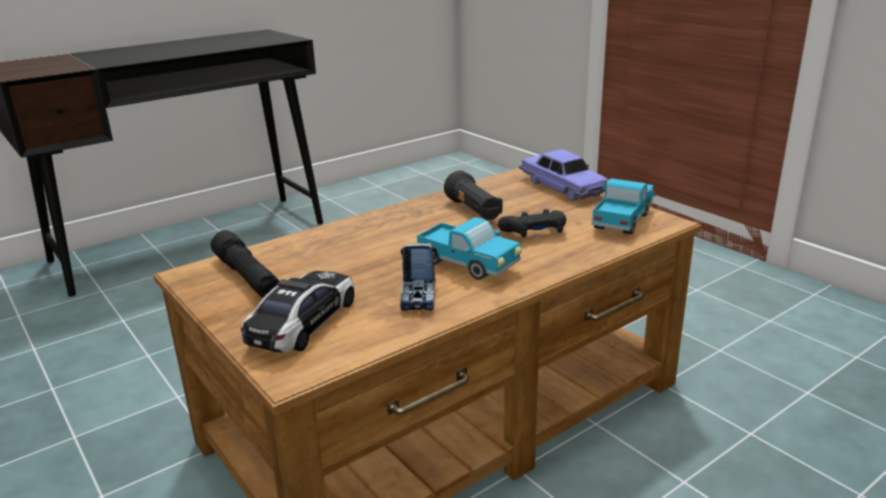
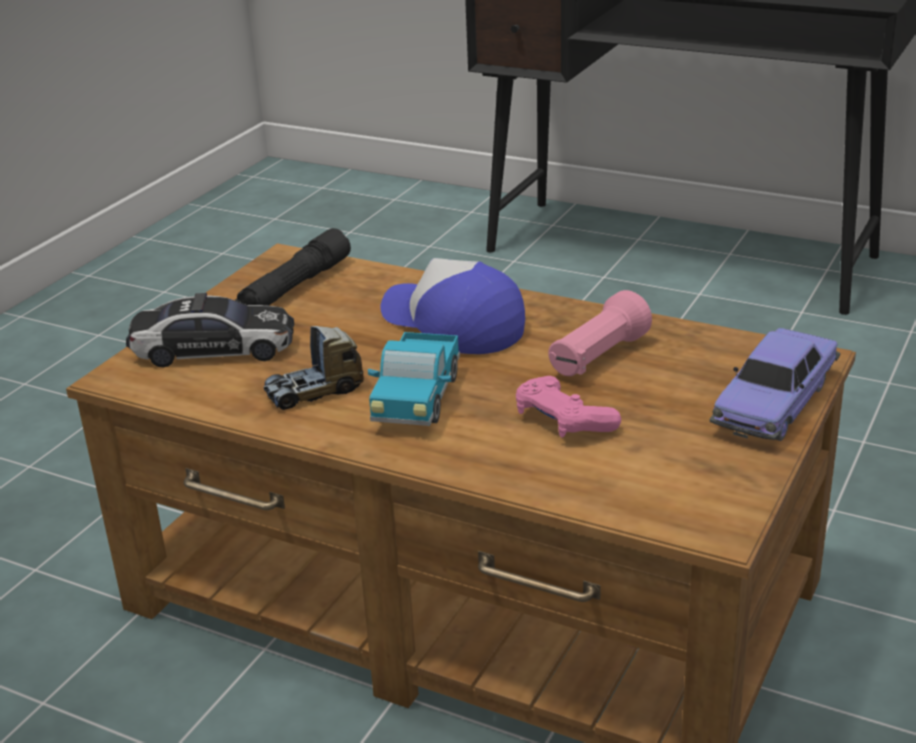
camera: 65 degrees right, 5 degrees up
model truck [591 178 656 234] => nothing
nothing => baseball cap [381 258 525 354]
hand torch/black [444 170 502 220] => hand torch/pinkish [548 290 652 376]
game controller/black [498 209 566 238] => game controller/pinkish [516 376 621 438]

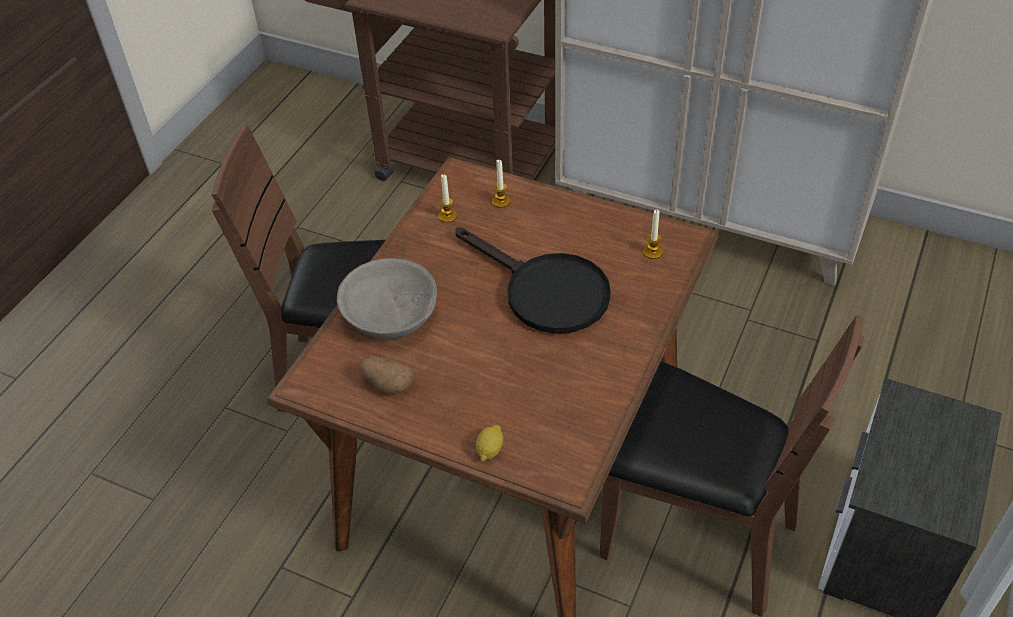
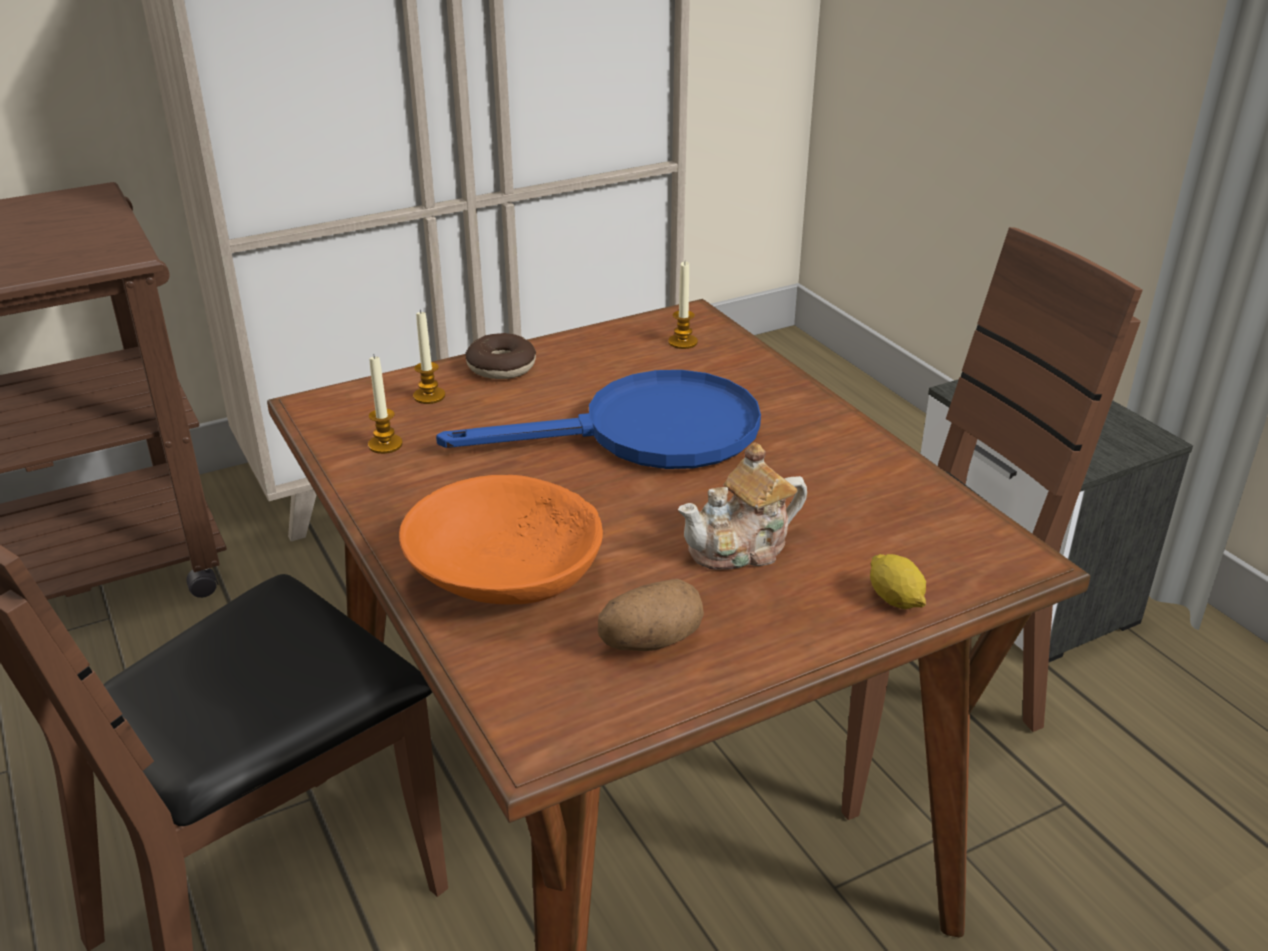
camera: 55 degrees left, 15 degrees down
nothing => donut [465 333 536 379]
nothing => teapot [678 442 807 570]
deep dish/gray [337 258 437 339] => deep dish/orange-coloured [399 475 603 604]
pan/black [456 228 611 334] => pan/blue [436 370 761 469]

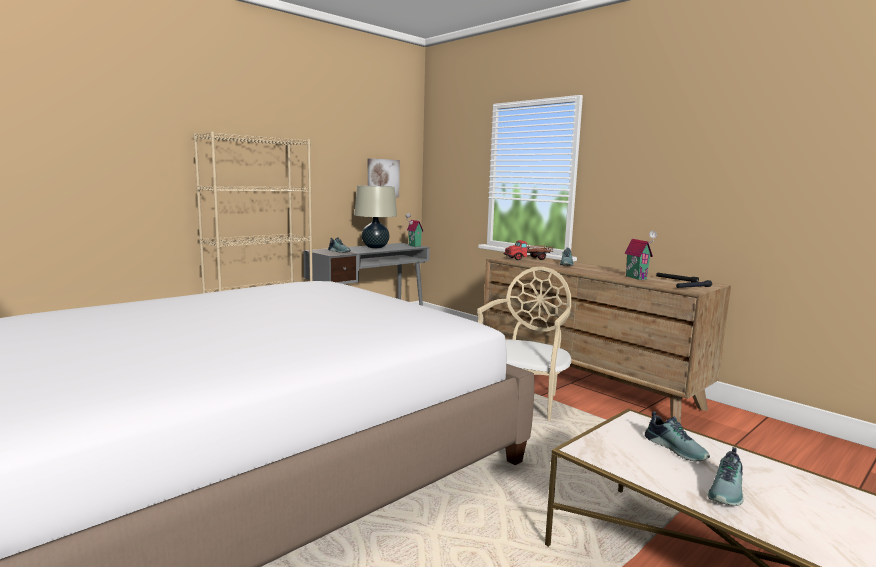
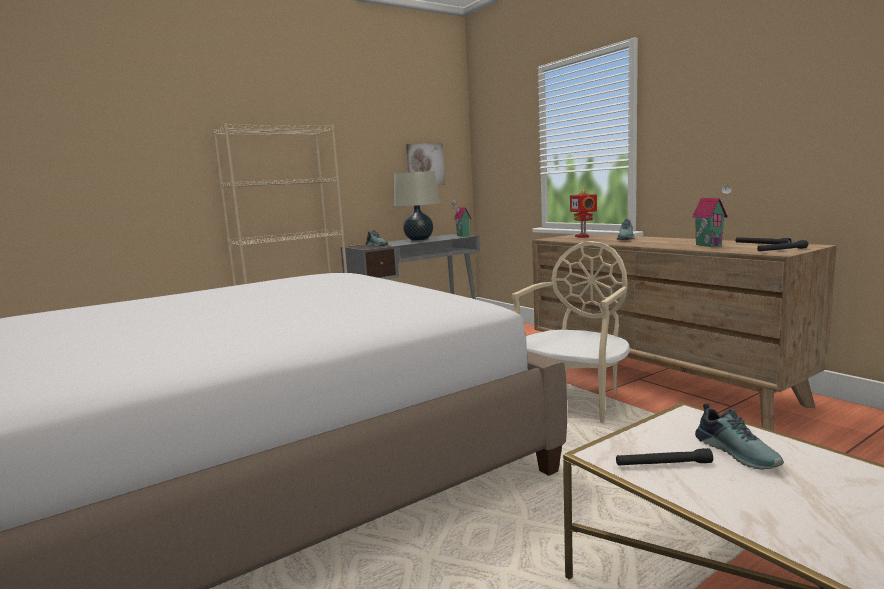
camera: 10 degrees right, 0 degrees up
low shoe [708 447 744 506] => nothing
nothing => hand torch/black [616 448 713 466]
model truck [504 240 553 260] => robot figure [570 190 597 238]

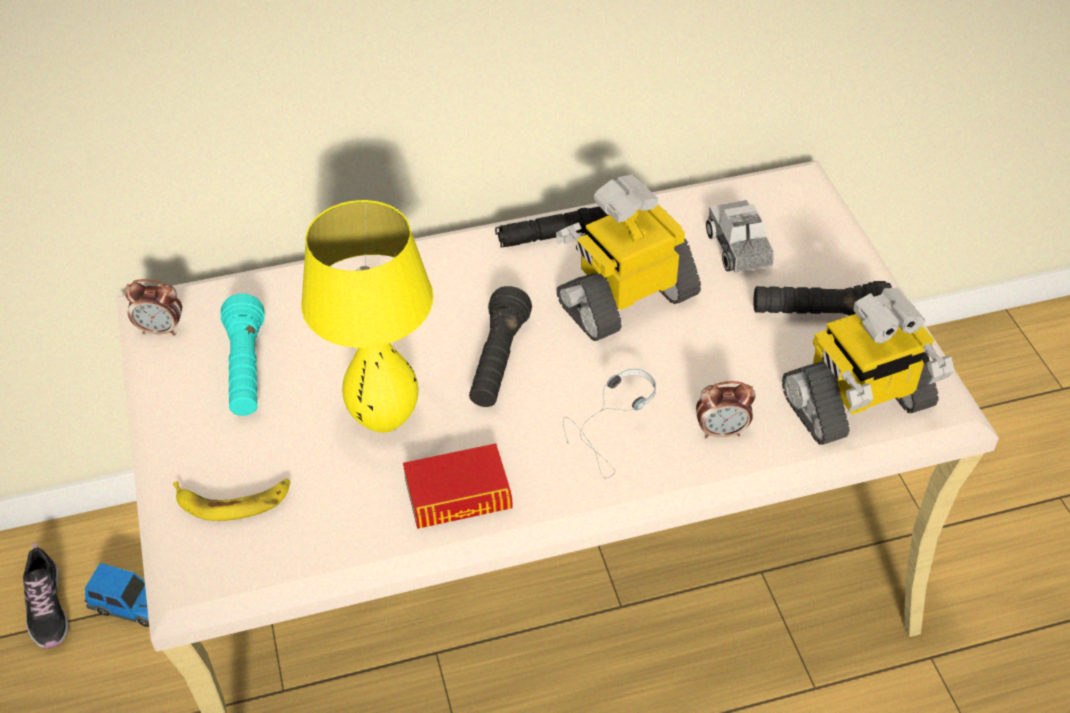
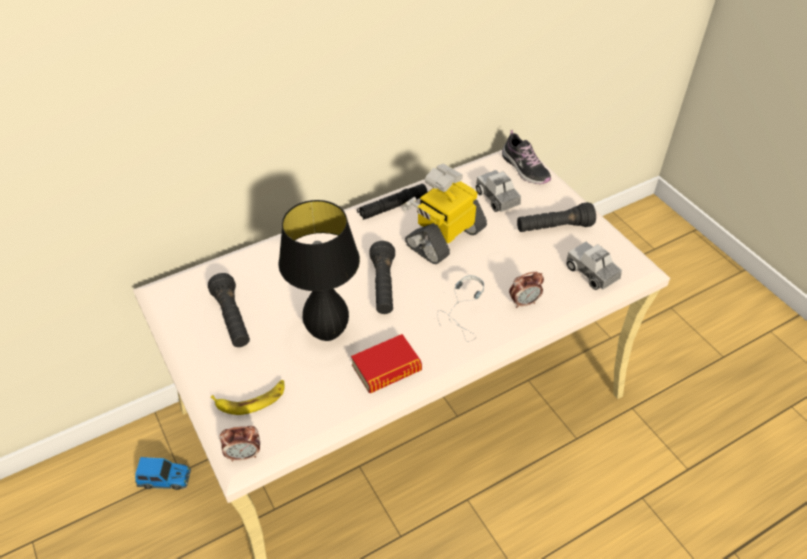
camera: 15 degrees left, 0 degrees up
low shoe [23 543 69 648] => low shoe [502 130 551 184], moved
table clock [125 279 182 336] => table clock [219 426 260 461], moved
robot figure [782 288 954 445] => model truck [566 242 622 290]
hand torch/turquoise-coloured [221 294 264 416] => hand torch/black [208 273 250 347]
table lamp/yellow-coloured [301 200 433 433] => table lamp/black [278 200 360 341]

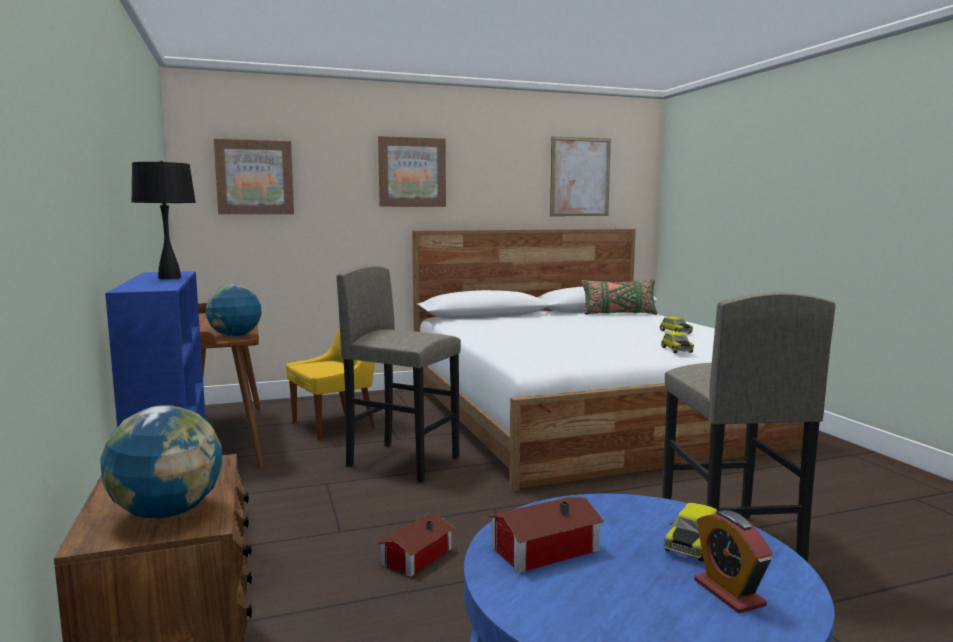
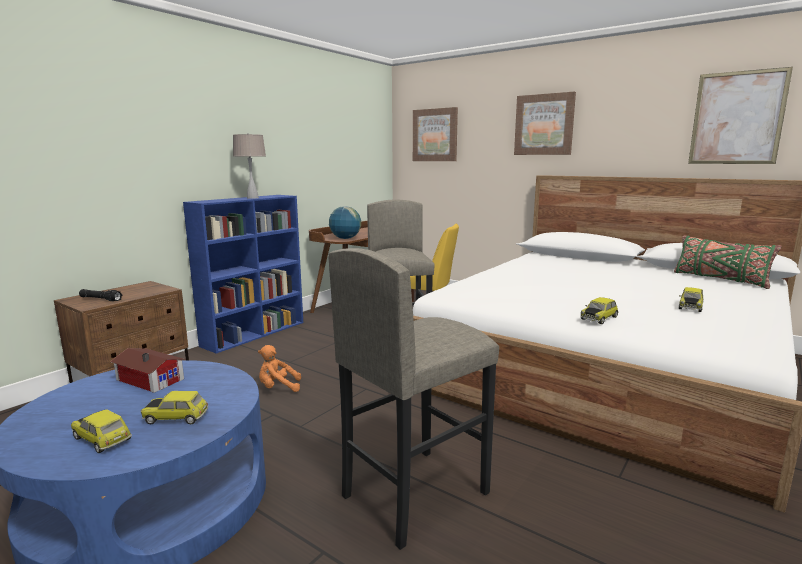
camera: 55 degrees right, 5 degrees up
world globe [100 405 222 518] => hand torch/black [79 289 122 301]
toy house [378 515 454 577] => soft toy/orange-coloured [258 345 301 392]
table clock [694 510 773 613] => toy car [71 409 132 453]
table lamp/black [131 160 196 279] => table lamp/beige [233 133 266 199]

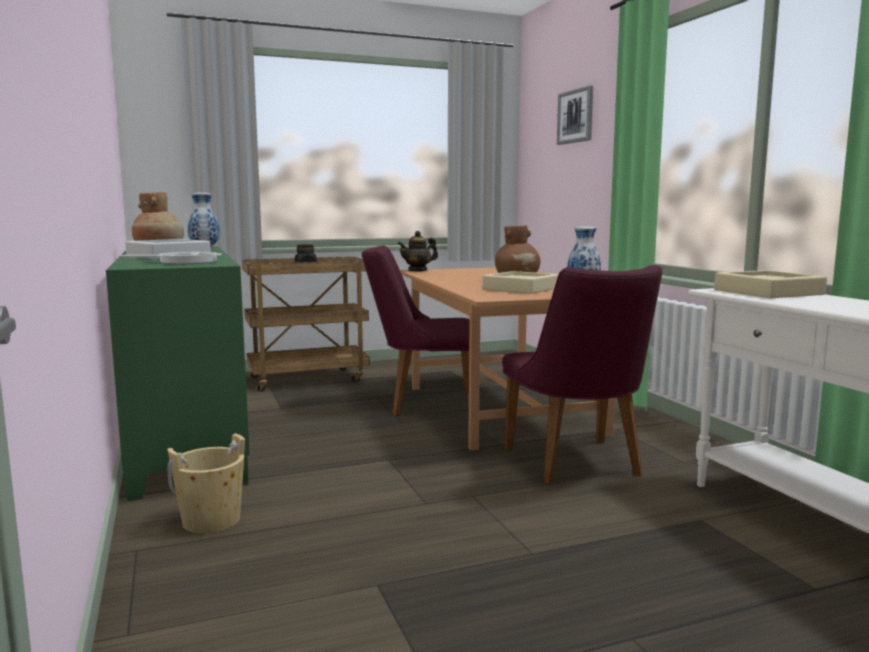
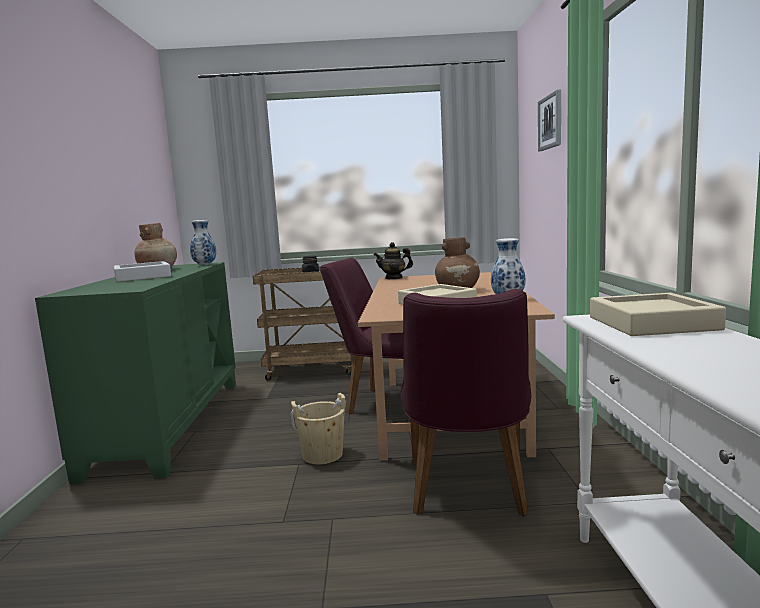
camera: 20 degrees right, 0 degrees up
pan [119 252 221 264] => nothing
water bucket/beige [167 433 245 534] => water bucket/beige [291 393 346 464], moved

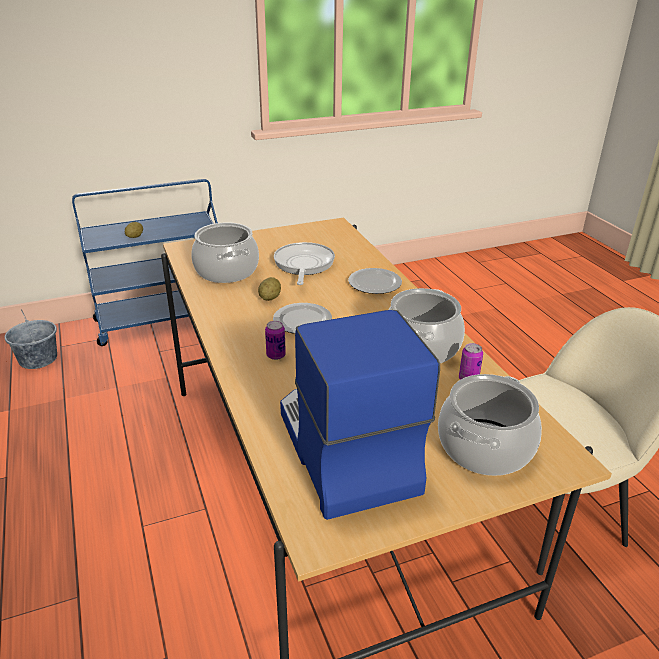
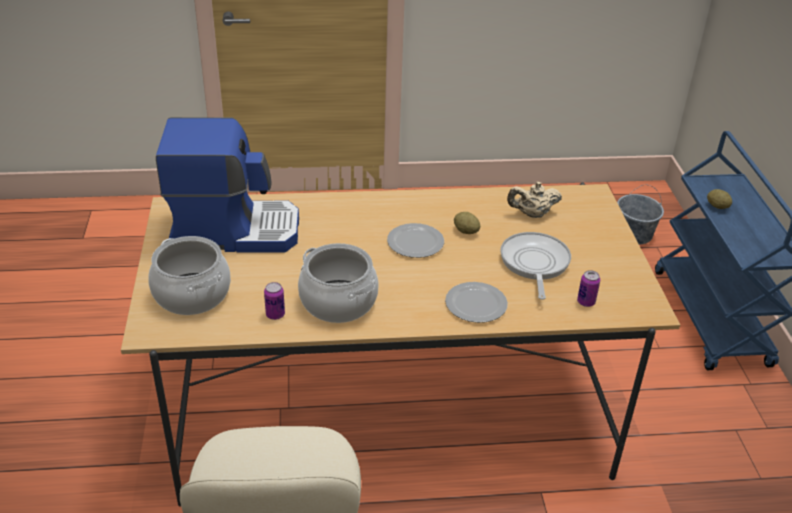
camera: 105 degrees right, 5 degrees up
sealed can [265 321 286 360] => sealed can [577 270 600 307], moved
cooking pot [191 222 259 283] => teapot/beige [507 182 562 218]
pan [274 242 335 285] => pan [500 232 571 300], 105 degrees counterclockwise

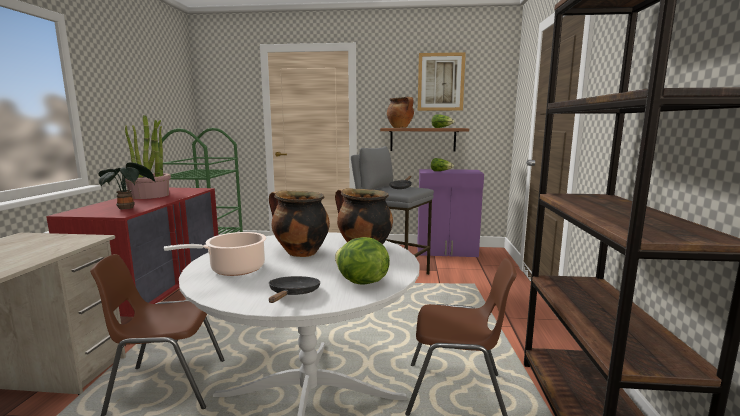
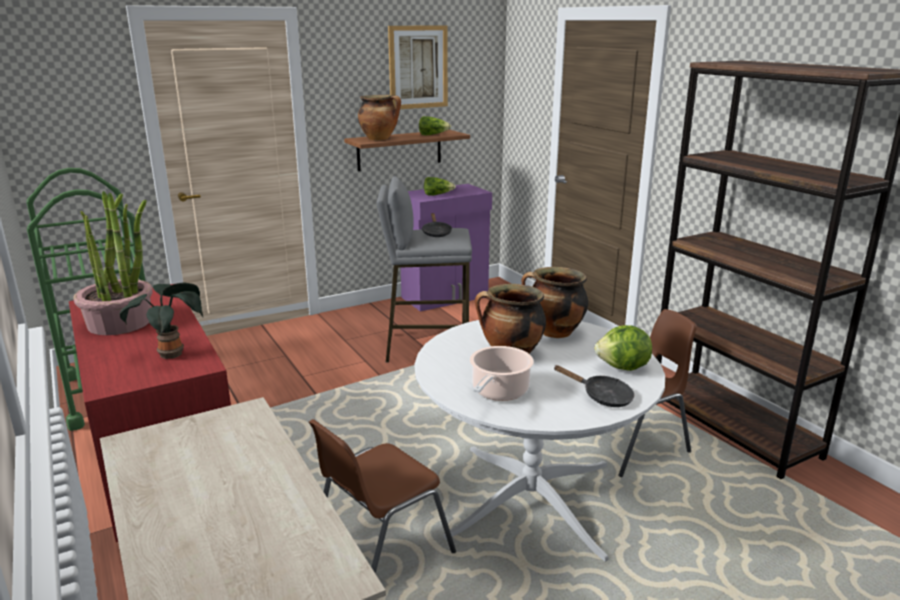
camera: 35 degrees left, 10 degrees up
pan/black [269 276 320 303] => pan/black [554 365 634 407], 150 degrees clockwise

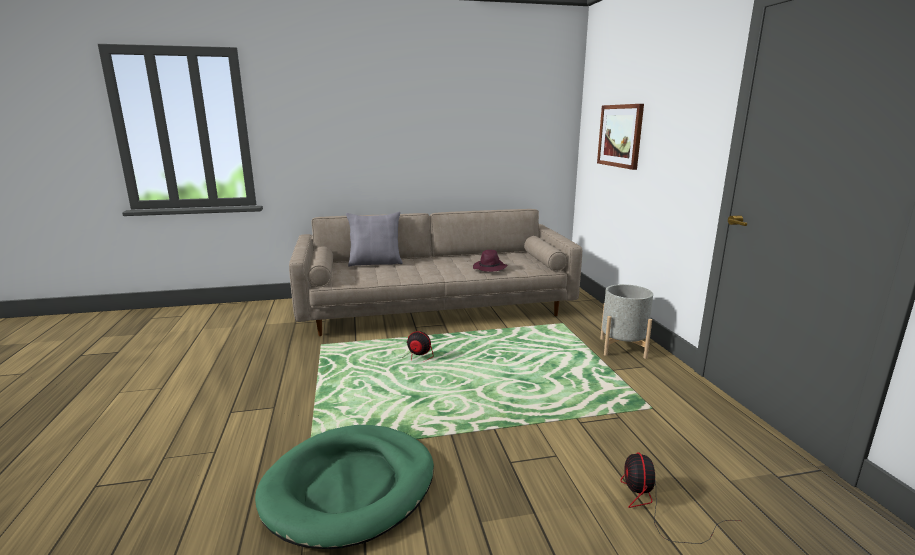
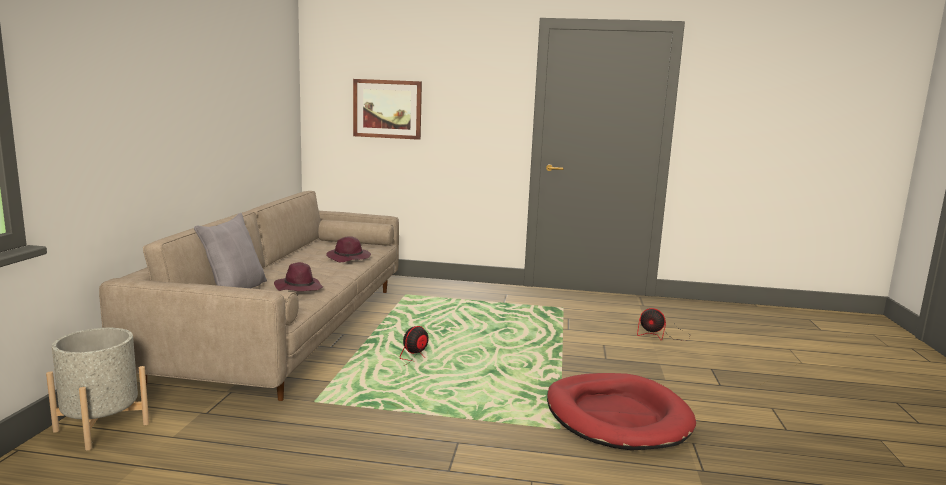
camera: 70 degrees left, 5 degrees down
nothing => hat/purple [274 262 323 291]
flower pot/gray [600 284 653 359] => flower pot/gray [46 328 149 451], moved
dog bed/greenish [255 425 434 549] => dog bed/red-coloured [547 373 696 450]

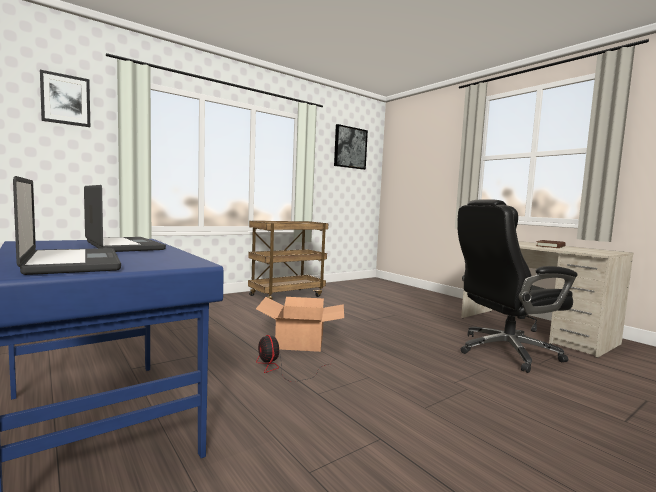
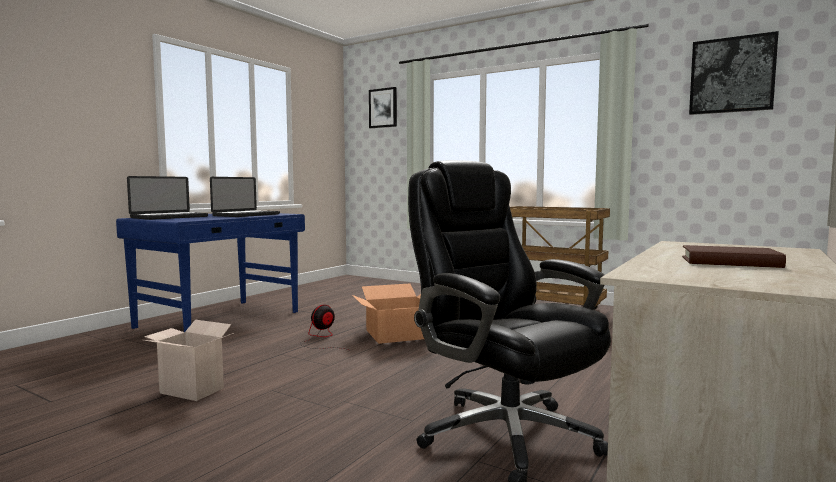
camera: 70 degrees right, 0 degrees up
nothing => cardboard box [144 320 234 401]

